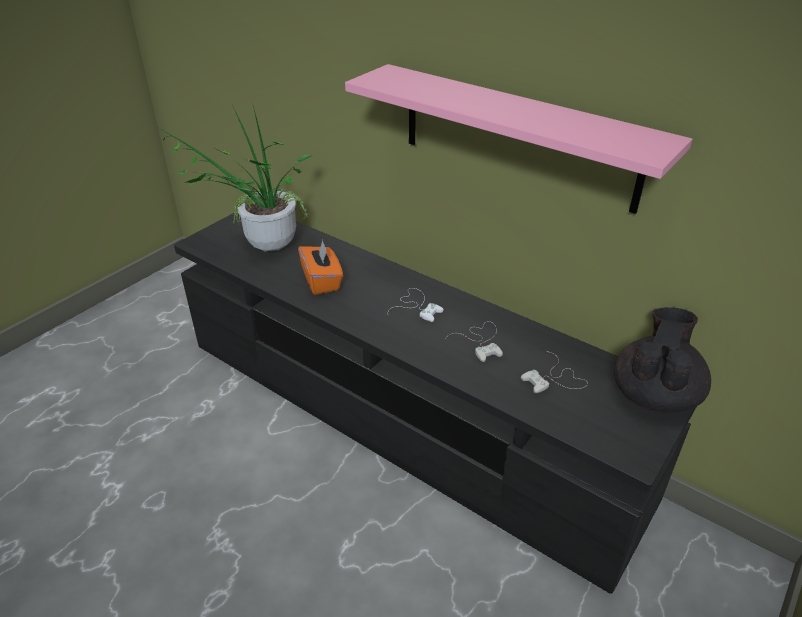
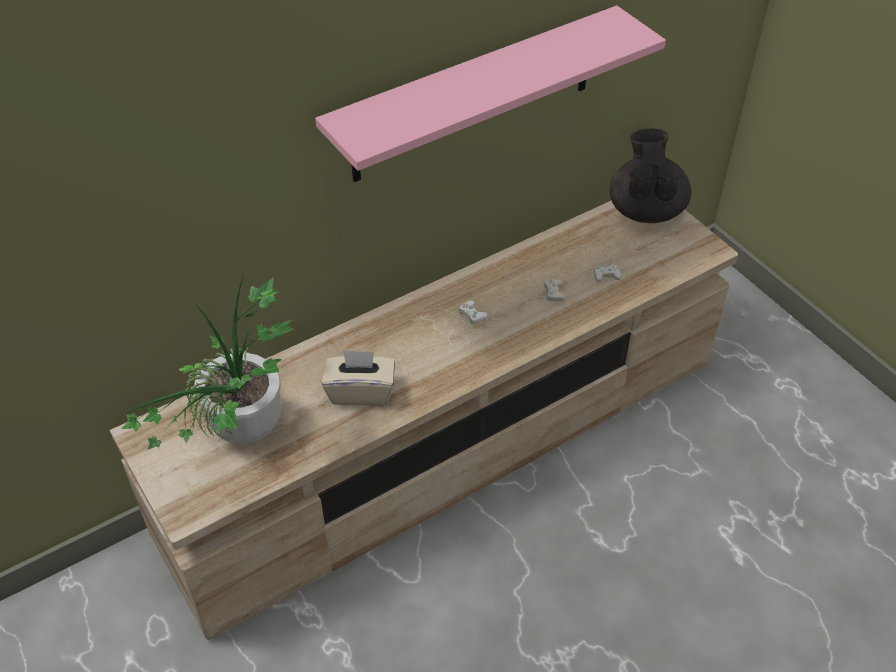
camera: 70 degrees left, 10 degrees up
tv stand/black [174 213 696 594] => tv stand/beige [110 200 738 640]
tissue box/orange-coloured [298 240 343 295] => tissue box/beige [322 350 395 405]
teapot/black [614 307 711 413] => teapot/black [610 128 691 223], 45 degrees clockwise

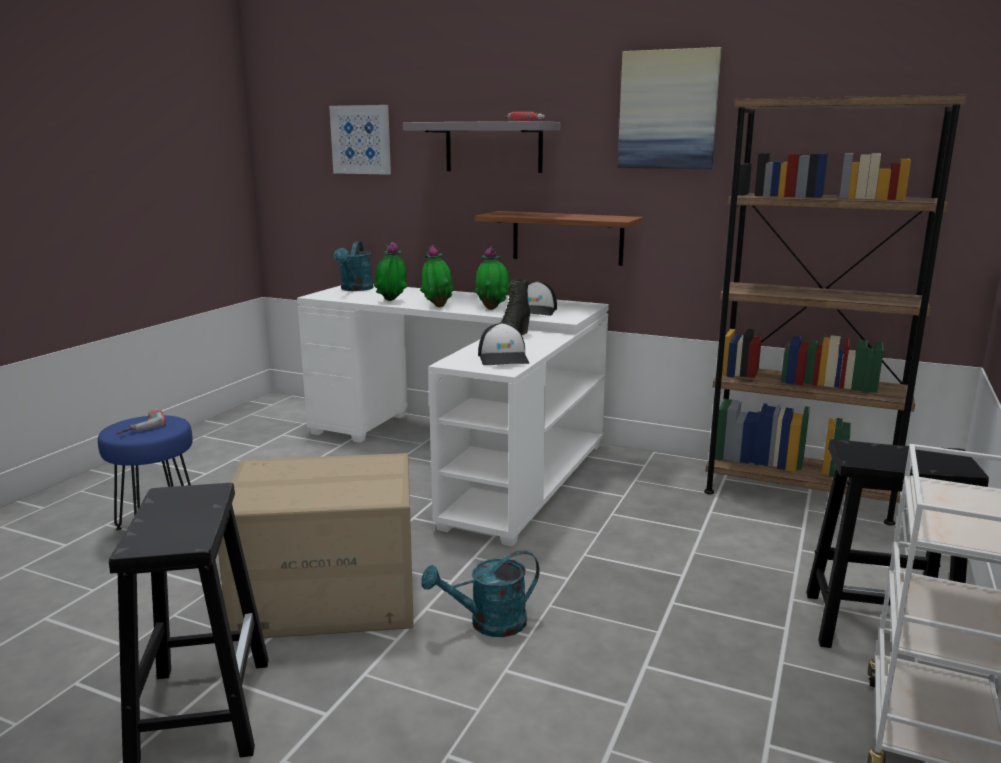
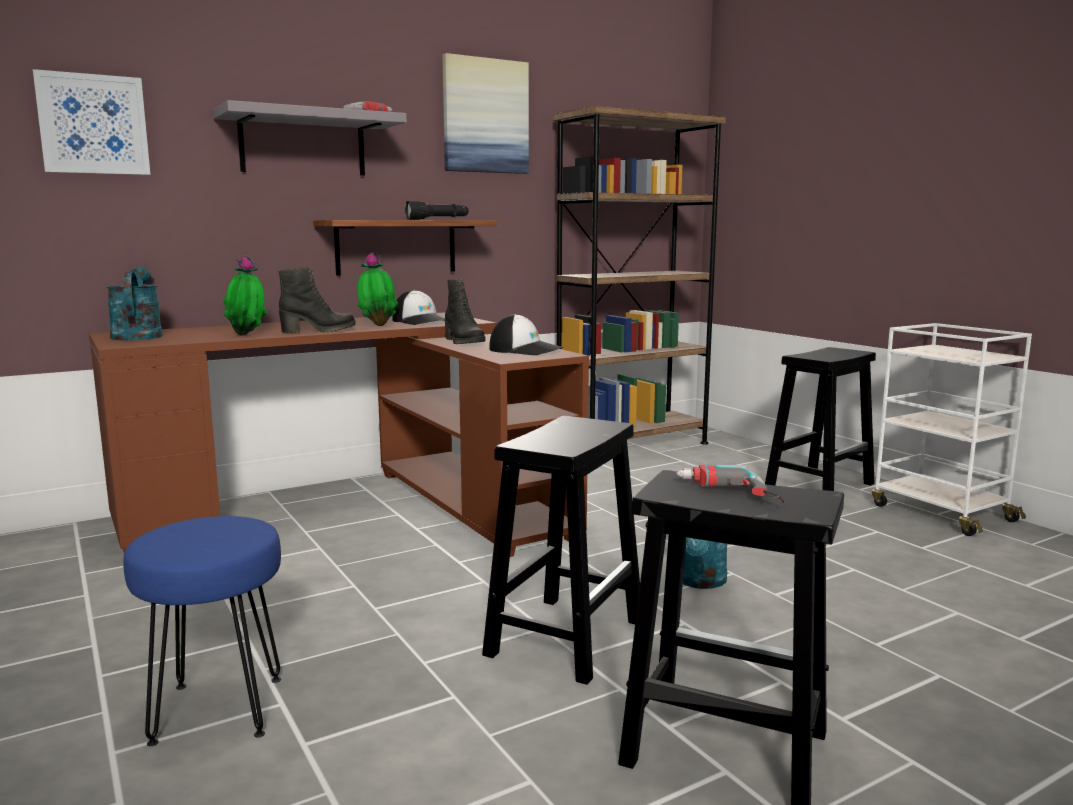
camera: 55 degrees left, 5 degrees down
nothing => hand torch/black [405 201 468 220]
drill [116 409 166 434] => drill [676 465 785 503], moved
cardboard box [218 453 414 638] => sitting stool/black [482 416 640 685]
houseplant [420 245 454 307] => tall boot/black [278 267 356 333]
desk table/white-coloured [297 284 609 547] => desk table/brownish [89 313 589 557]
sprinkling can/turquoise-coloured [334 241 374 291] => sprinkling can/turquoise-coloured [107 267 162 341], 150 degrees counterclockwise

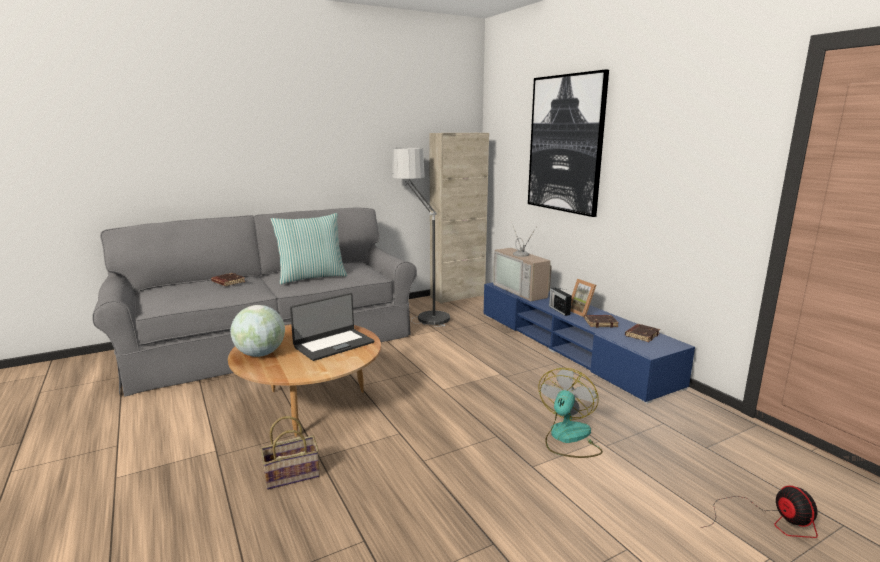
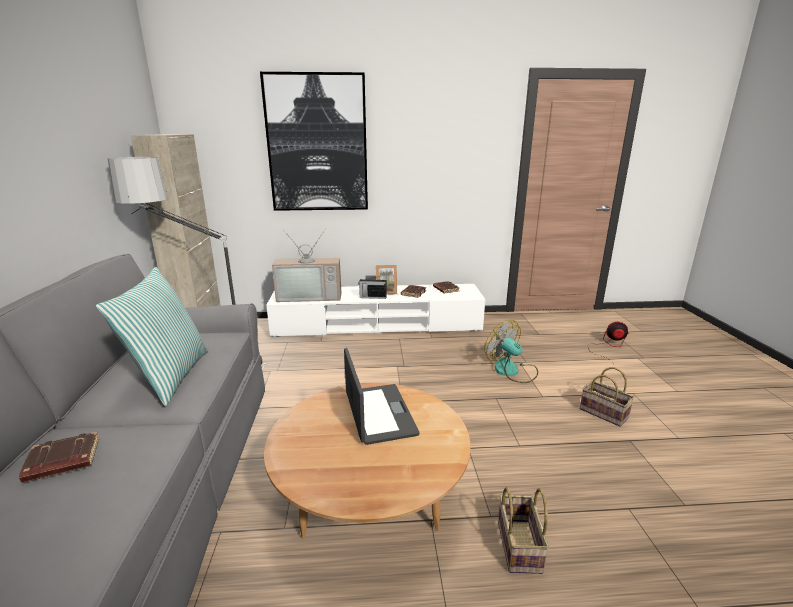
camera: 65 degrees left, 5 degrees up
world globe [230 305 285 357] => nothing
nothing => household basket [580 367 635 427]
tv stand/blue [484 283 695 404] => tv stand/white-coloured [266 284 485 338]

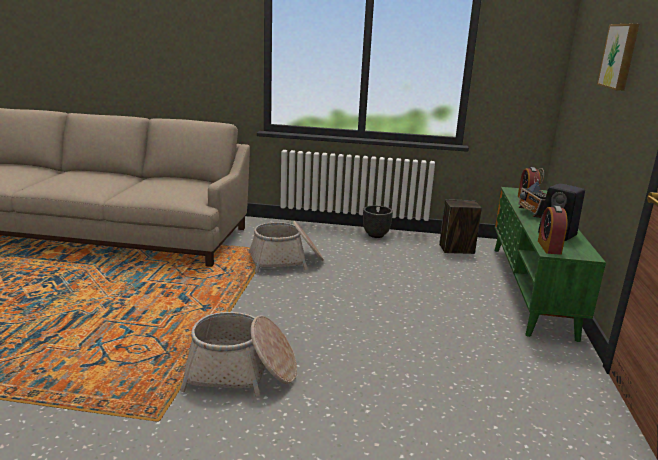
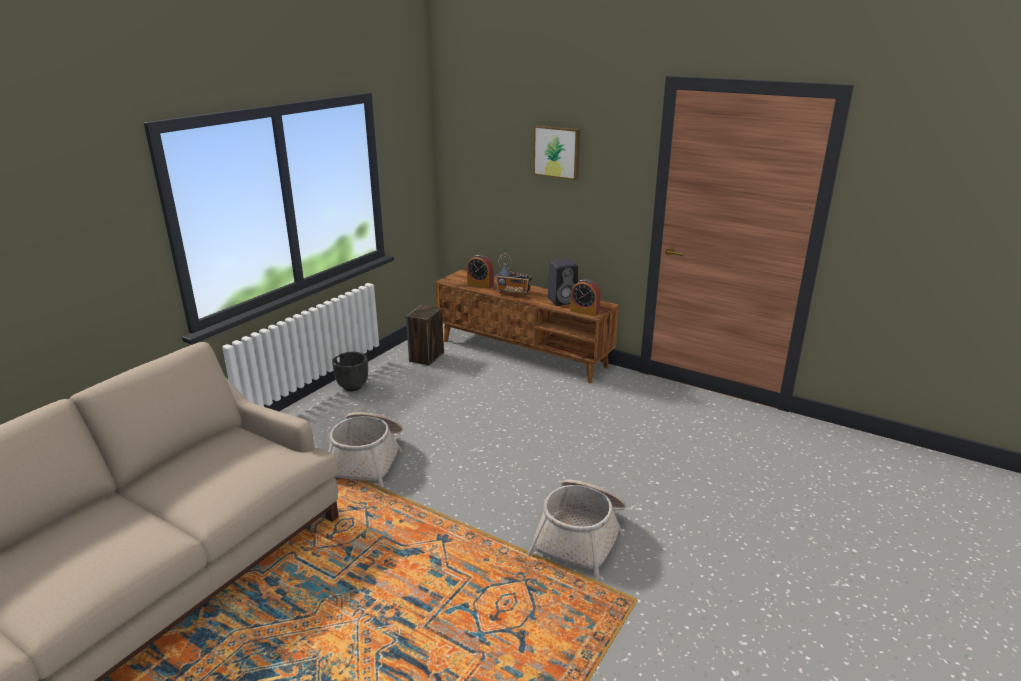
camera: 65 degrees left, 5 degrees up
tv stand/greenish [495 187 606 342] => tv stand/brownish [435 270 619 383]

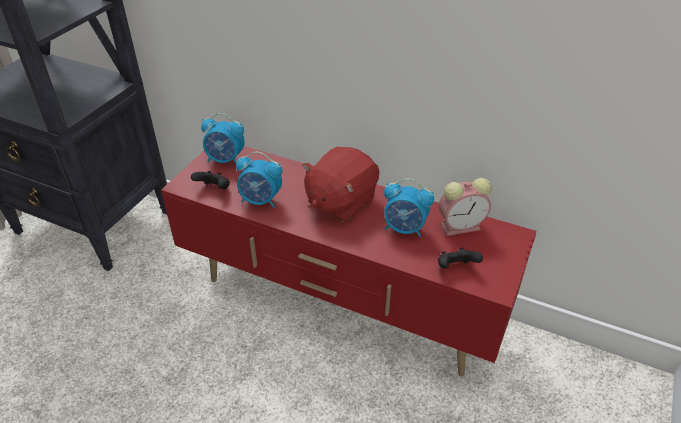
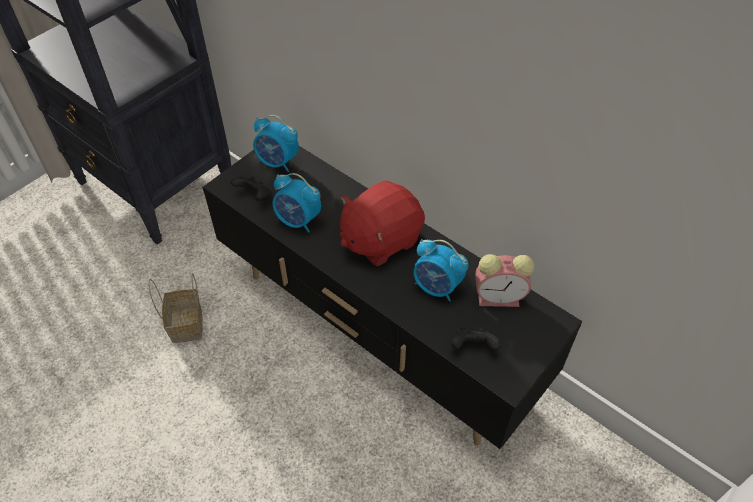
camera: 15 degrees right, 10 degrees up
nothing => household basket [148 273 203 343]
tv stand/red-coloured [161 146 537 377] => tv stand/black [202 146 582 449]

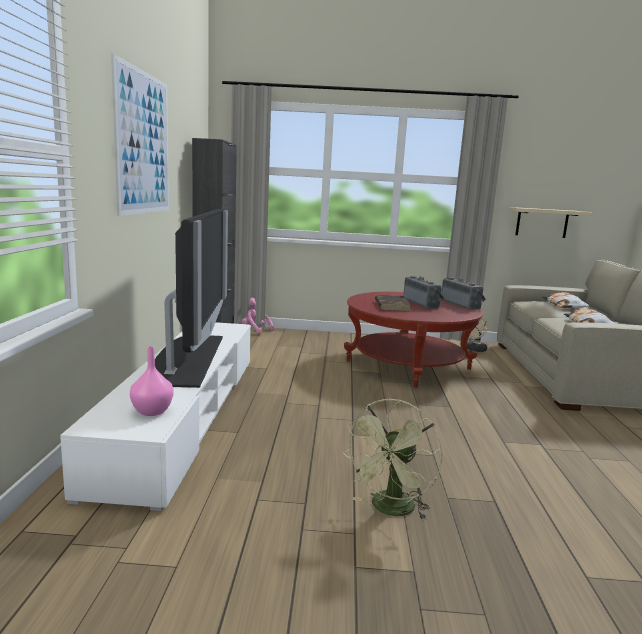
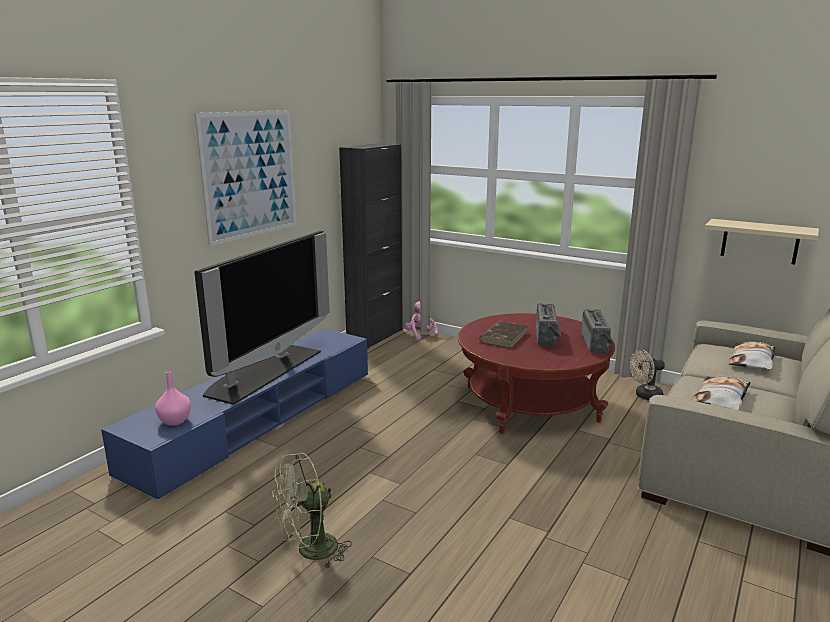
camera: 30 degrees right, 5 degrees up
tv stand/white-coloured [60 322 251 511] => tv stand/blue [101 328 368 501]

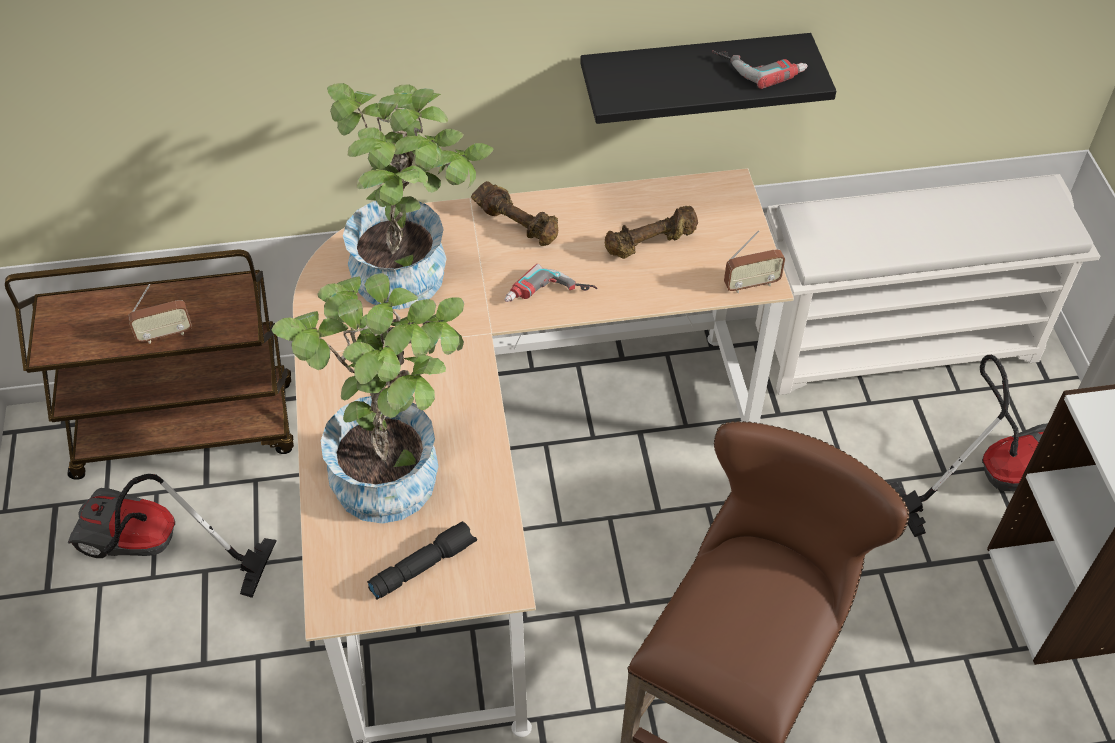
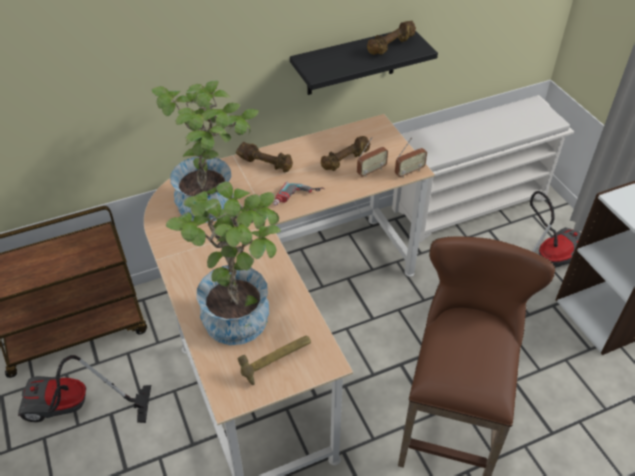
camera: 15 degrees left, 5 degrees down
radio set [128 284 192 344] => radio set [357 137 388 177], moved
hand torch/black [367 521 477 600] => tool hammer [238 336 311 385]
drill [712 50 808 89] => free weight/brownish [367 21 416 55]

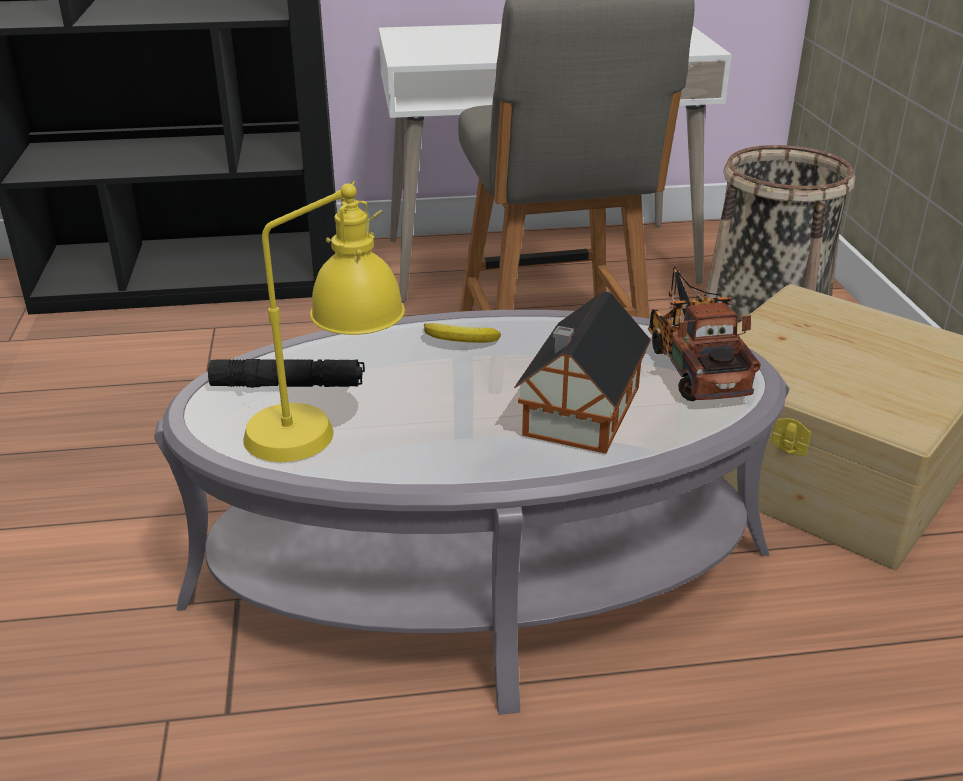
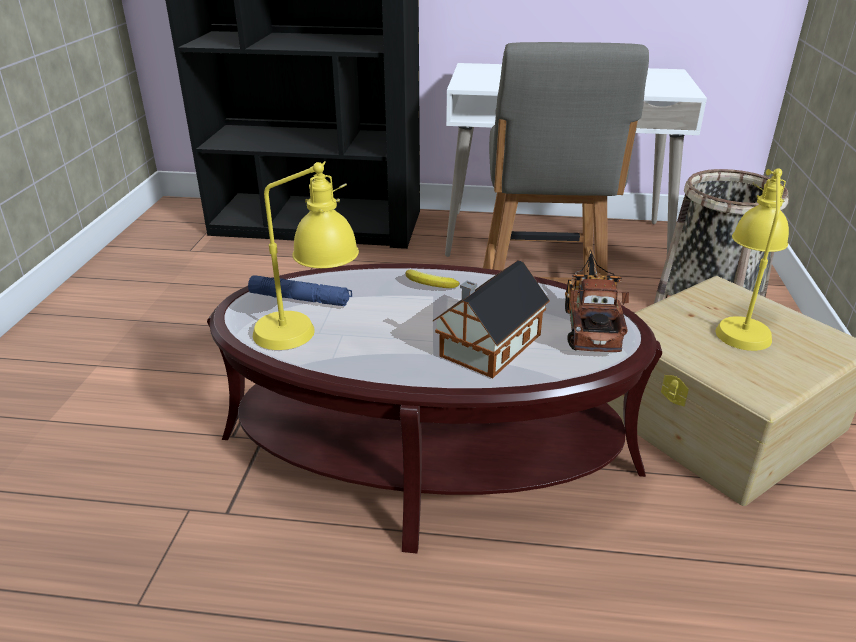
camera: 15 degrees right, 0 degrees up
nothing => table lamp/yellow-coloured [716 169 789 351]
lounge table/gray [154 310 789 715] => lounge table/brownish [207 263 662 553]
hand torch/black [208 359 365 388] => hand torch/blue [248 275 352 306]

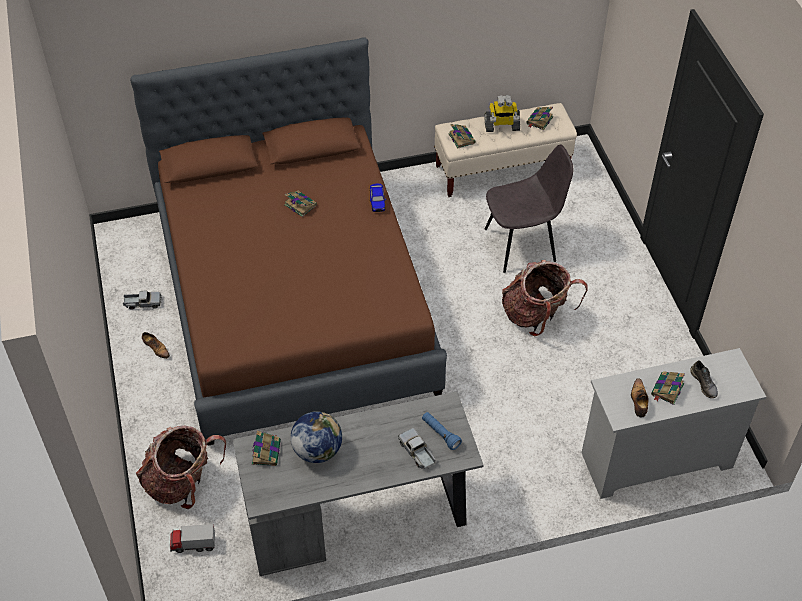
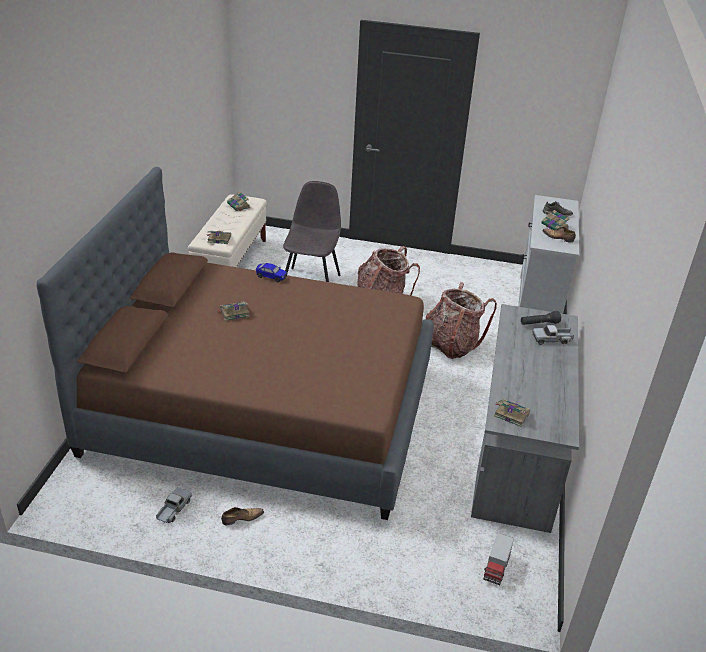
camera: 65 degrees left, 15 degrees down
world globe [290 411 342 463] => nothing
robot figure [484 95 520 132] => nothing
backpack [136 425 226 509] => backpack [426 282 497 359], moved
hand torch/blue [422 412 462 450] => hand torch/black [521 311 561 325]

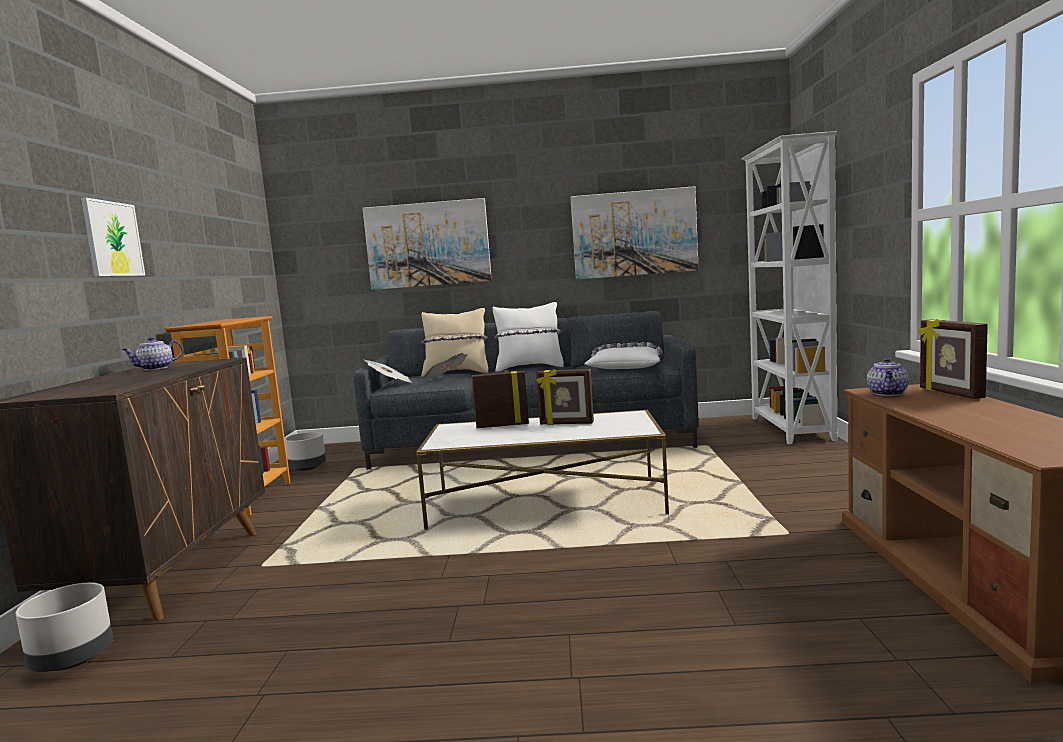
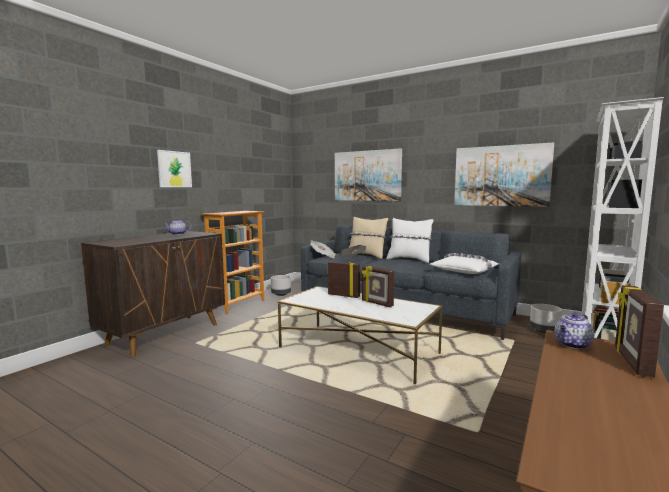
camera: 30 degrees right, 0 degrees up
flower pot/gray [16 583 113 672] => flower pot/gray [530 304 562 333], moved

